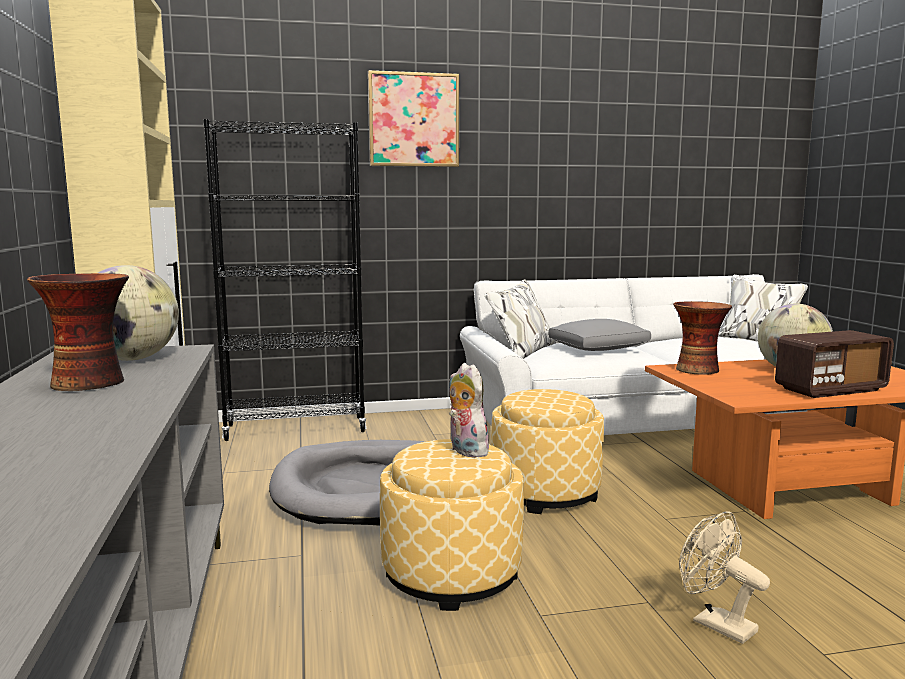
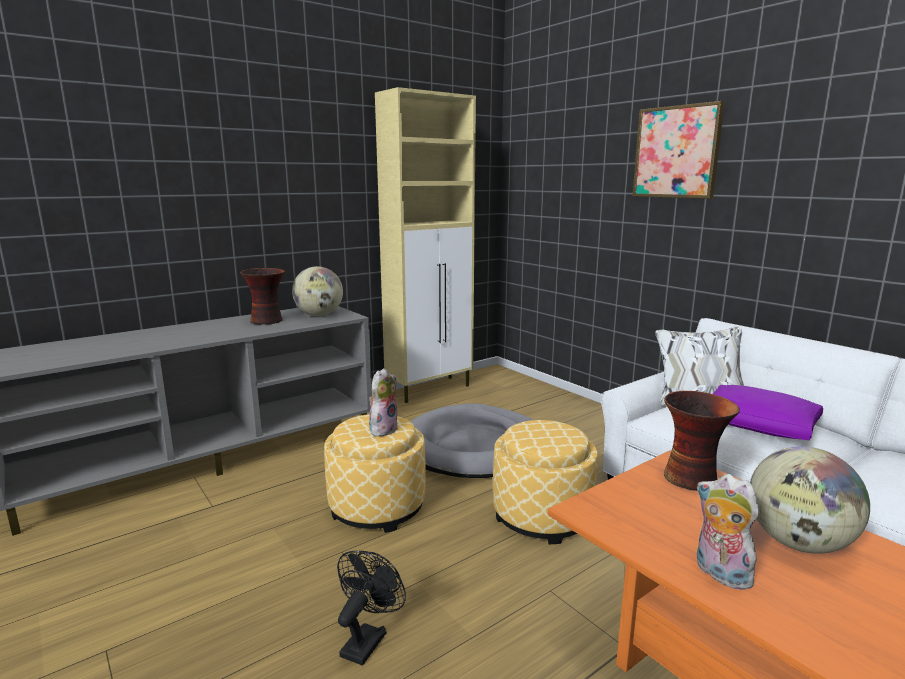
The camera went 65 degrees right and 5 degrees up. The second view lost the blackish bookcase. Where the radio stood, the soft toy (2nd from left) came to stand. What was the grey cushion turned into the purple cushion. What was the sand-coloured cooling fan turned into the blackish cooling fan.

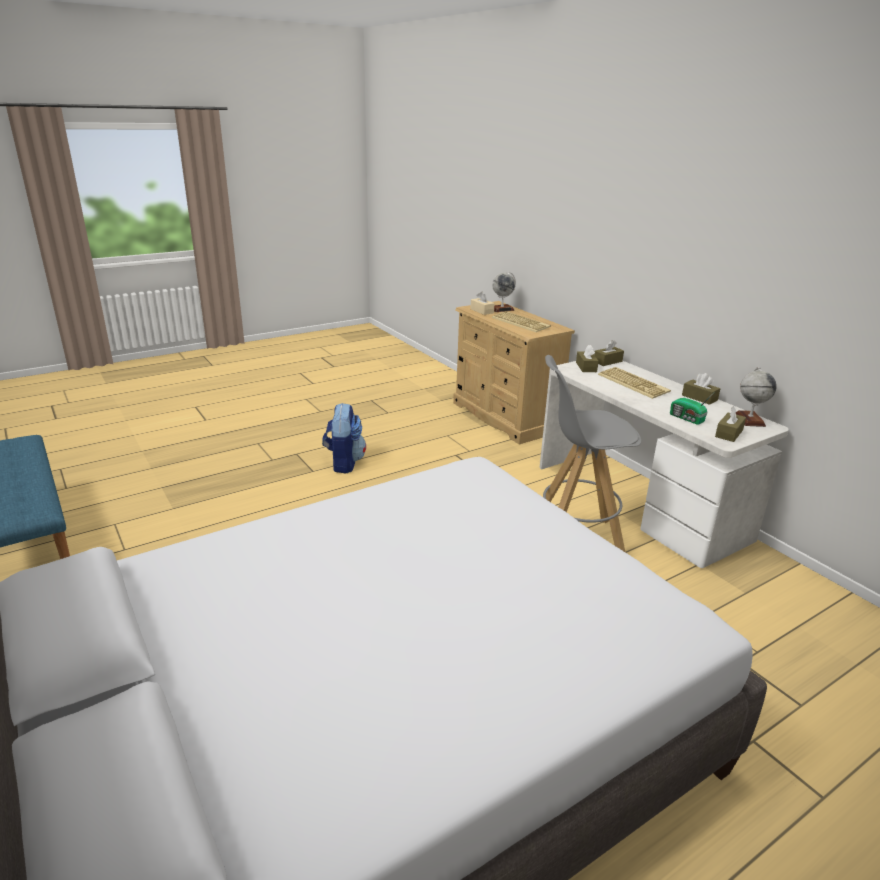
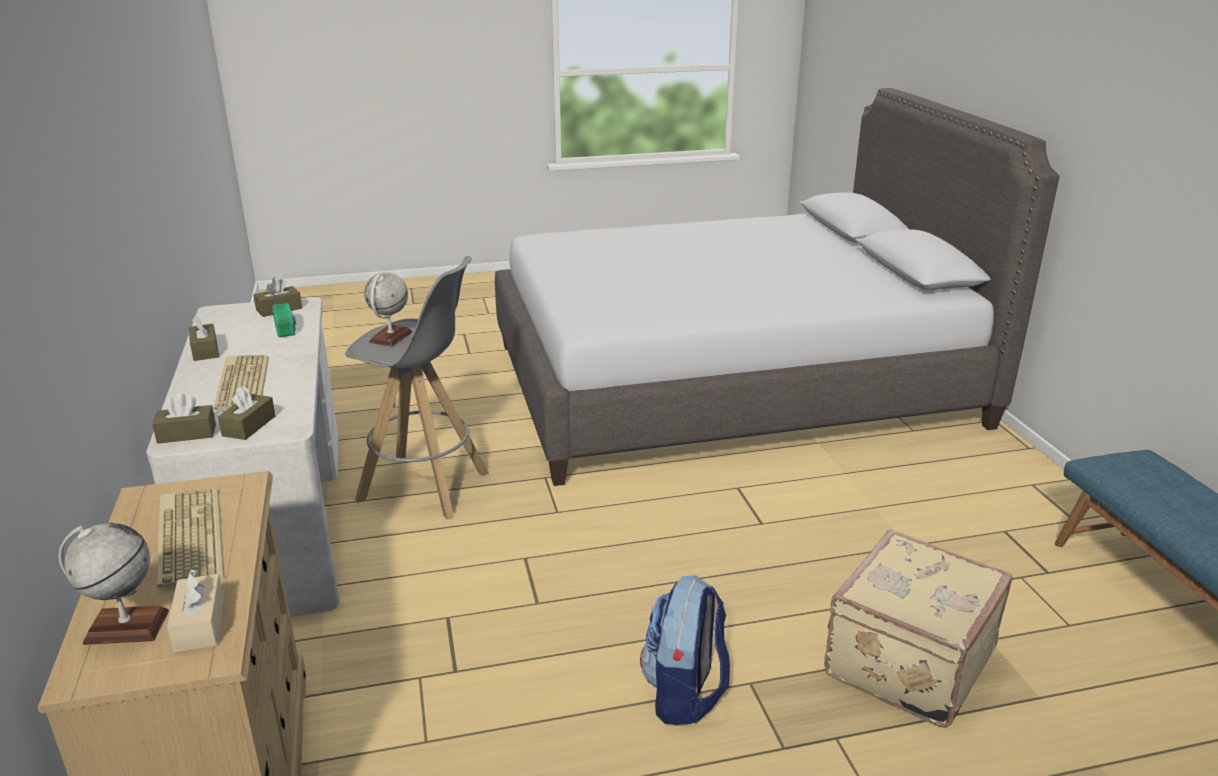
The camera went 160 degrees left and 0 degrees up. The second view gained the sand-coloured suitcase. The world globe (2nd from left) ended up elsewhere.

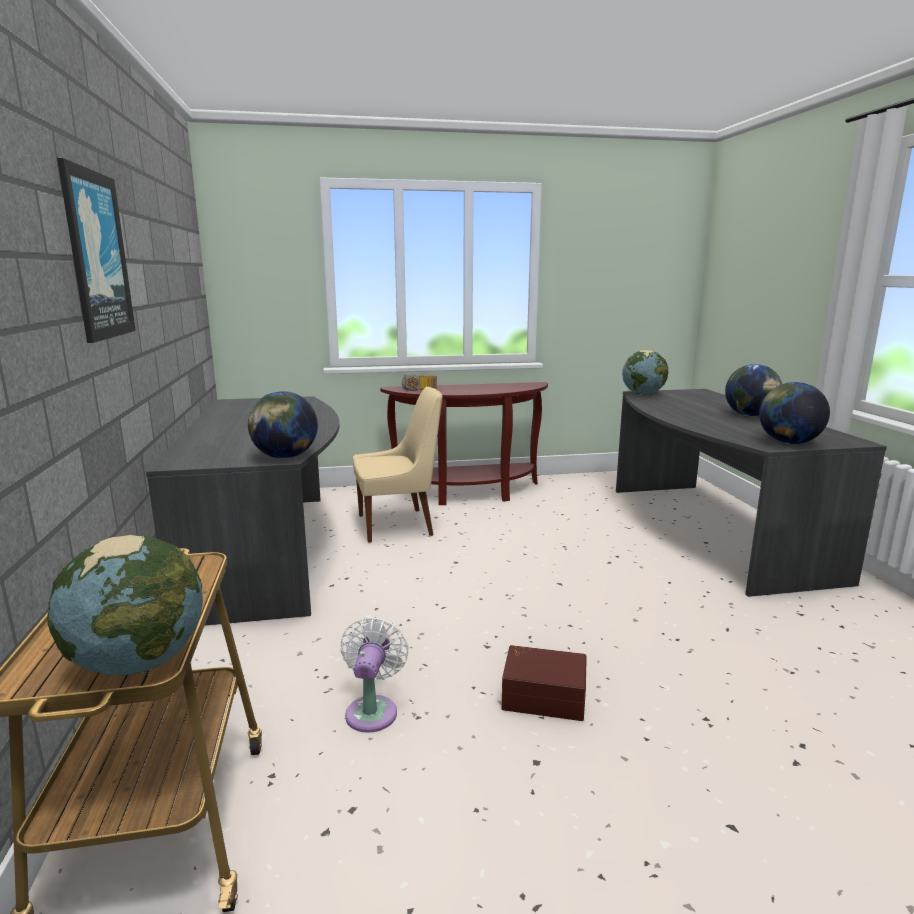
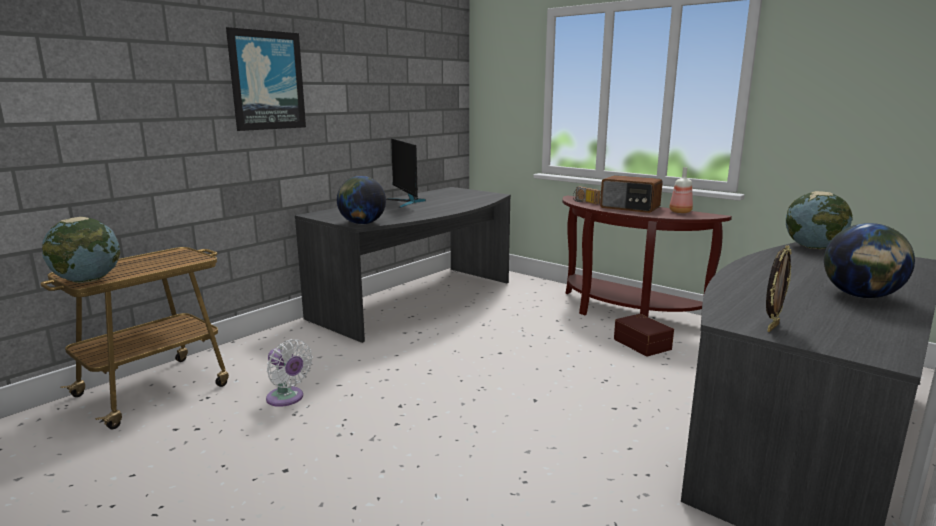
The camera went 50 degrees right and 0 degrees up. The second view lost the sand-coloured chair. The second view gained the computer display. The second view gained the radio (2nd from left). The second view gained the beverage bottle. The brownish storage container ended up elsewhere. Where the world globe (5th from left) stood, the picture frame came to stand. The white-coloured cooling fan ended up facing another way, 75 degrees clockwise from before.

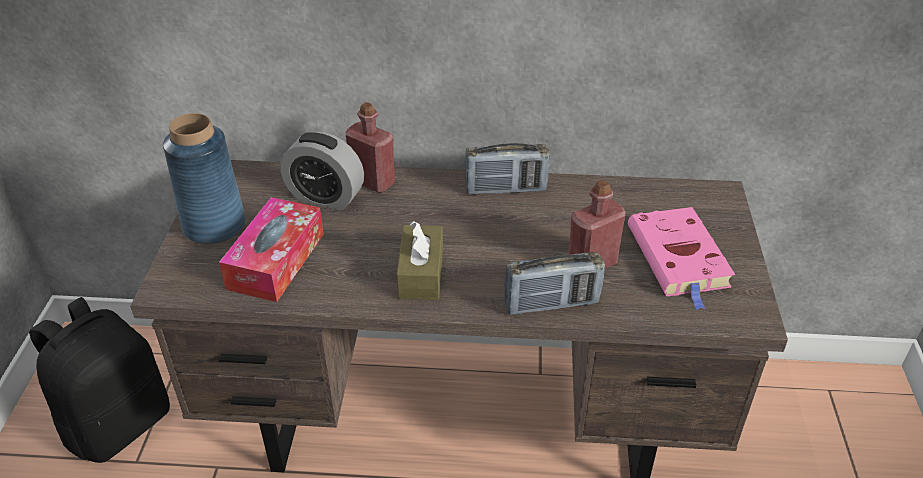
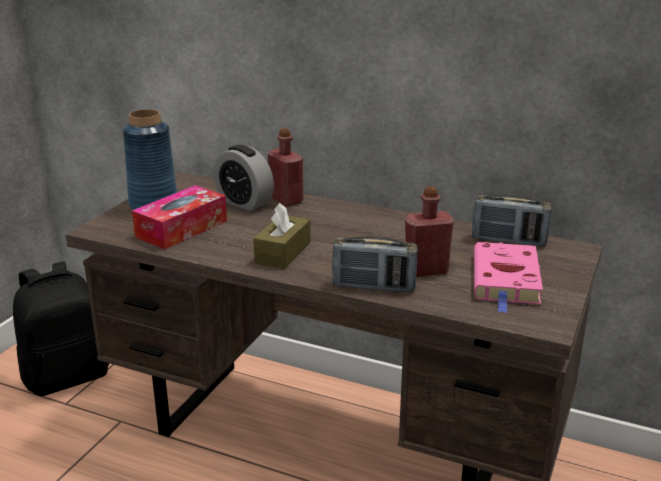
The camera went 20 degrees right and 15 degrees down. The radio (1st from left in the first image) ended up elsewhere.

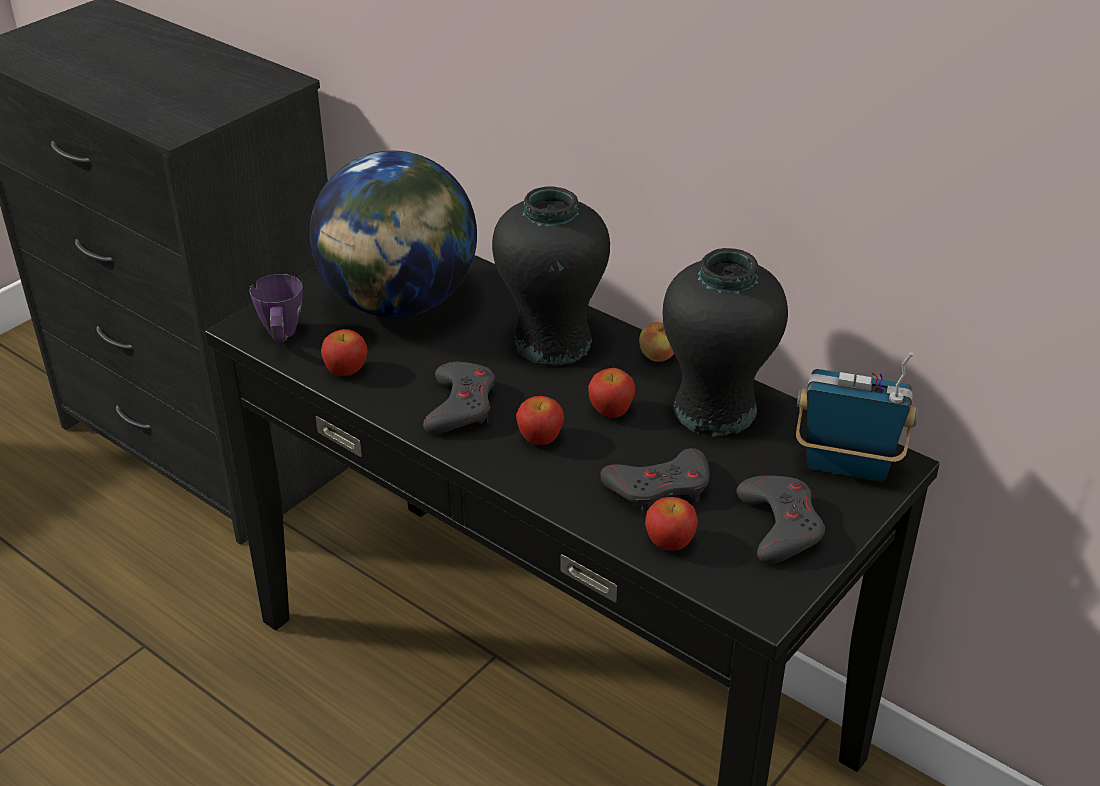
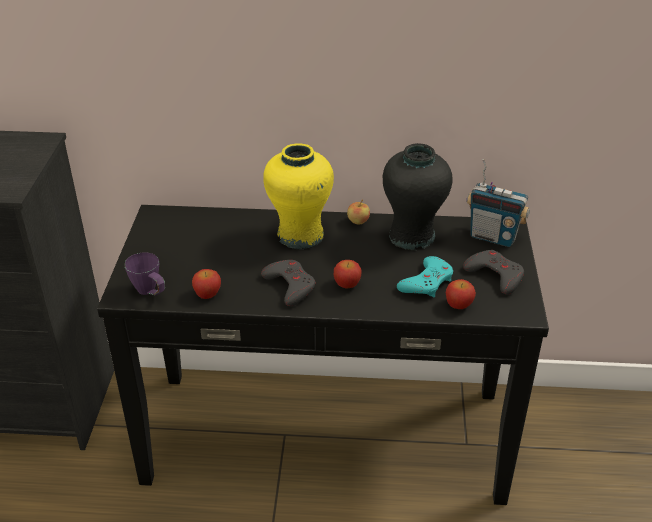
The camera went 35 degrees left and 0 degrees up. The second view lost the world globe. The second view lost the apple fruit (3rd from left). What was the blackish vase (1st from left) turned into the yellow vase. What was the grey gamepad (2nd from left) turned into the turquoise-coloured gamepad. The radio ended up facing another way, 135 degrees counterclockwise from before.

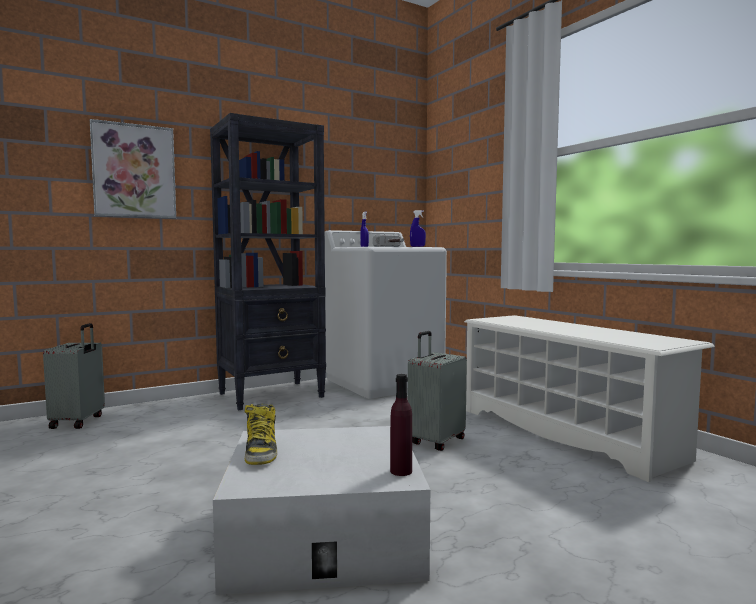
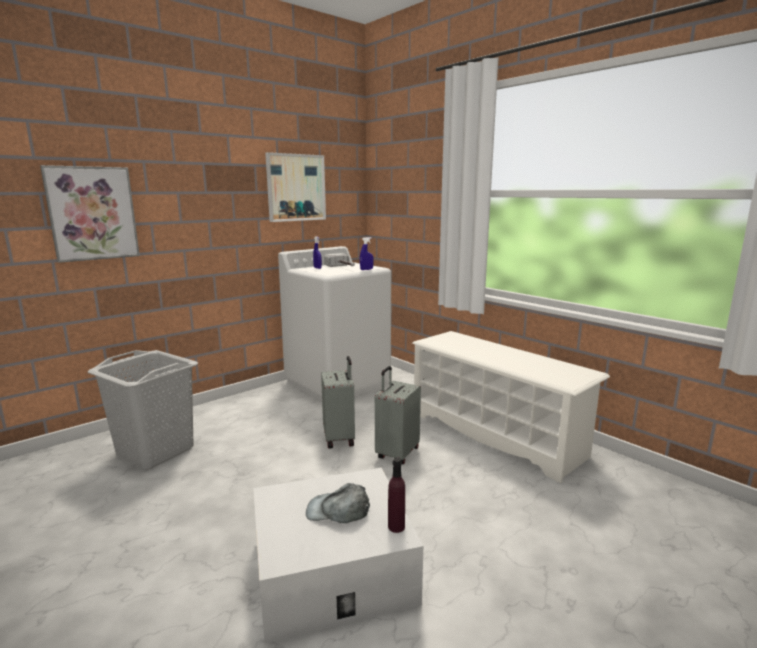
The camera went 10 degrees left and 10 degrees up. The second view lost the blackish bookcase. The second view lost the tall boot. The second view gained the grey washing basket. The second view gained the wall art (2nd from left). The second view gained the grey peaked cap. The grey suitcase (1st from left) ended up elsewhere.

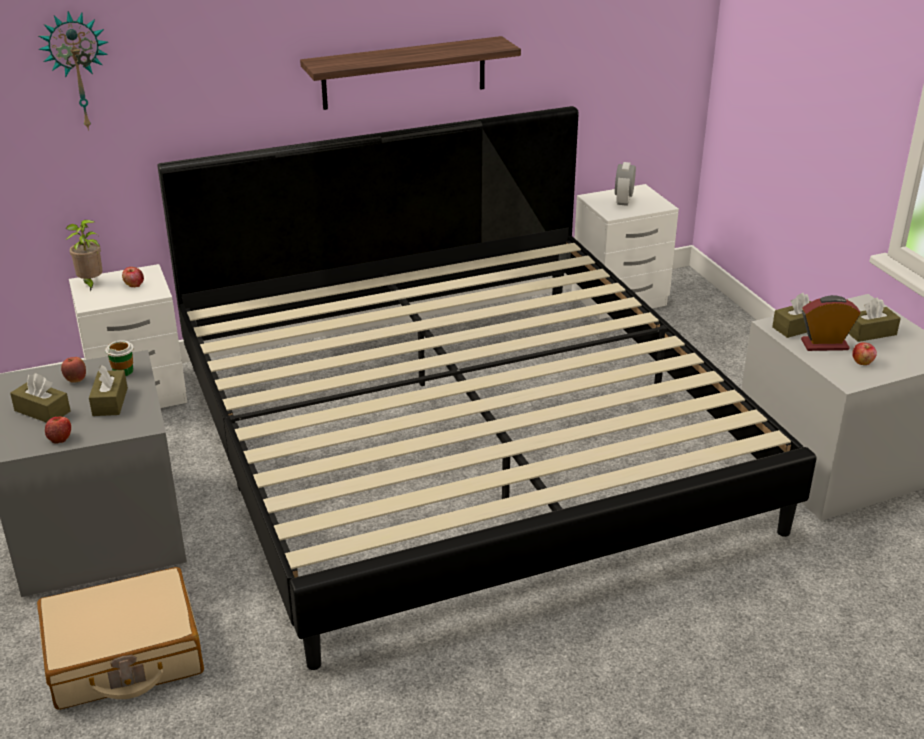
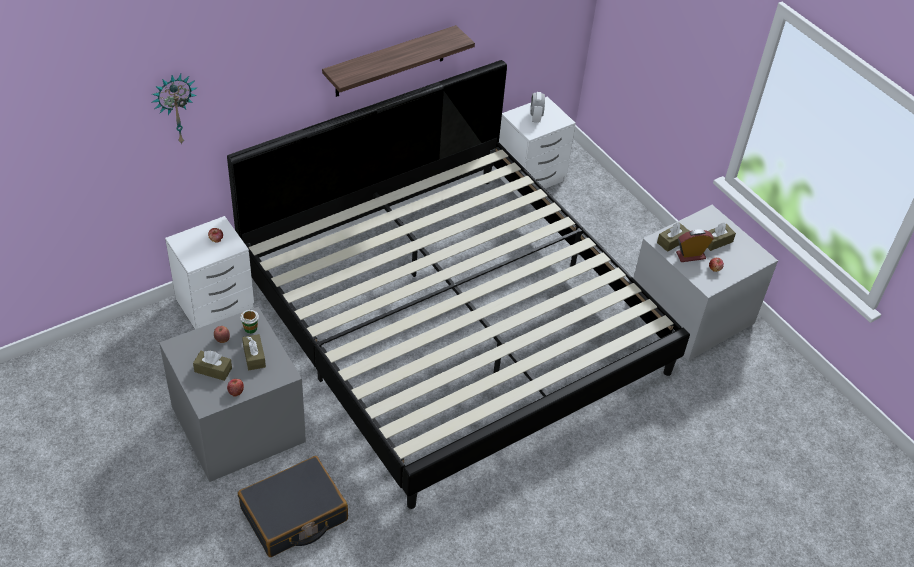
The camera went 15 degrees left and 15 degrees up. The second view lost the houseplant. What was the sand-coloured suitcase turned into the blackish suitcase.

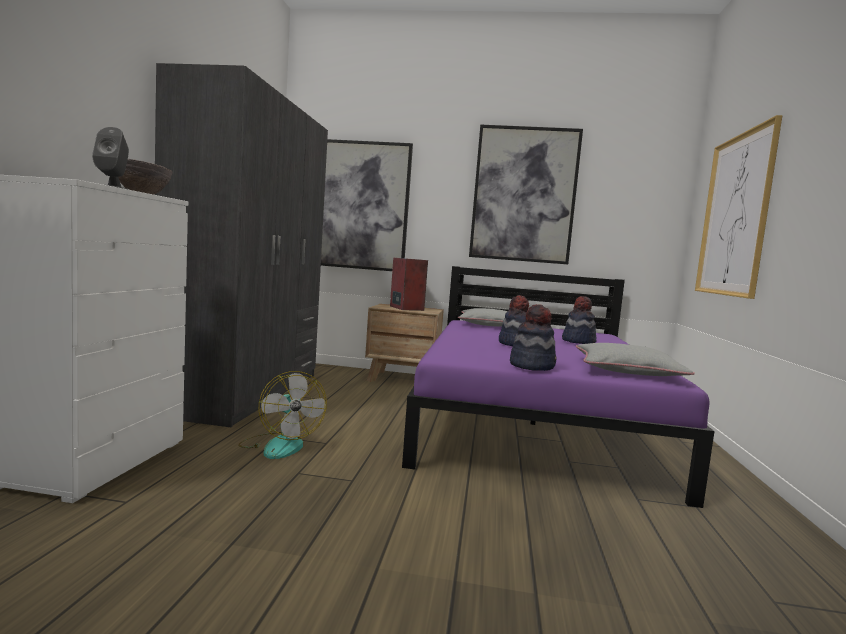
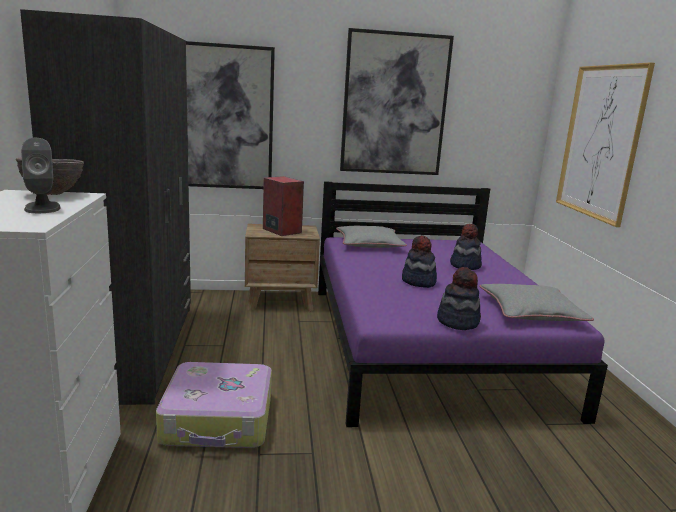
The camera went 15 degrees left and 10 degrees up. Where the cooling fan stood, the suitcase came to stand.

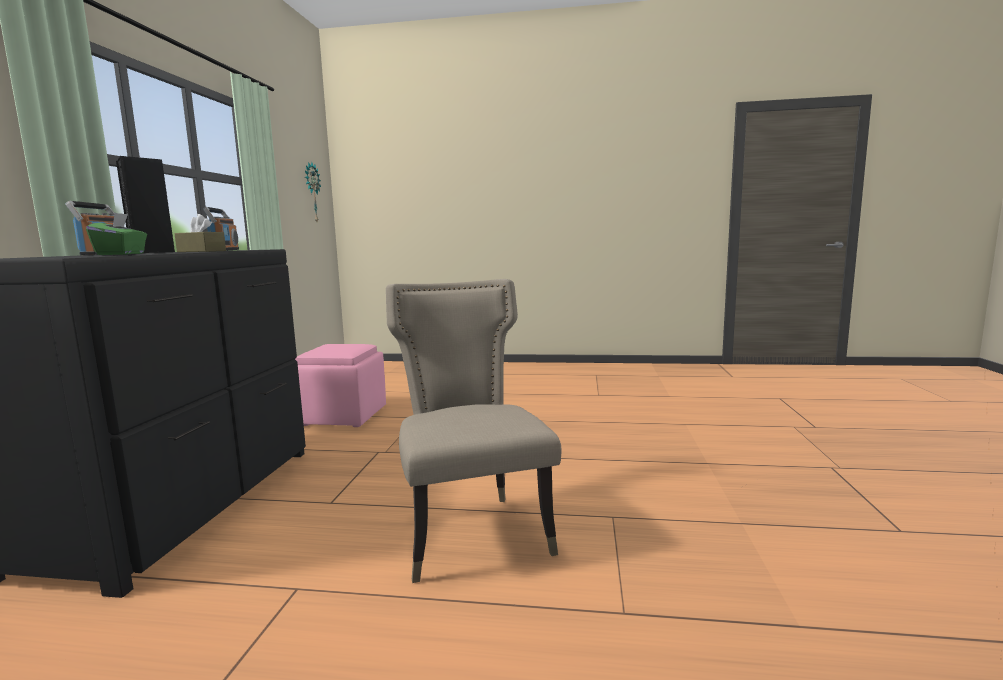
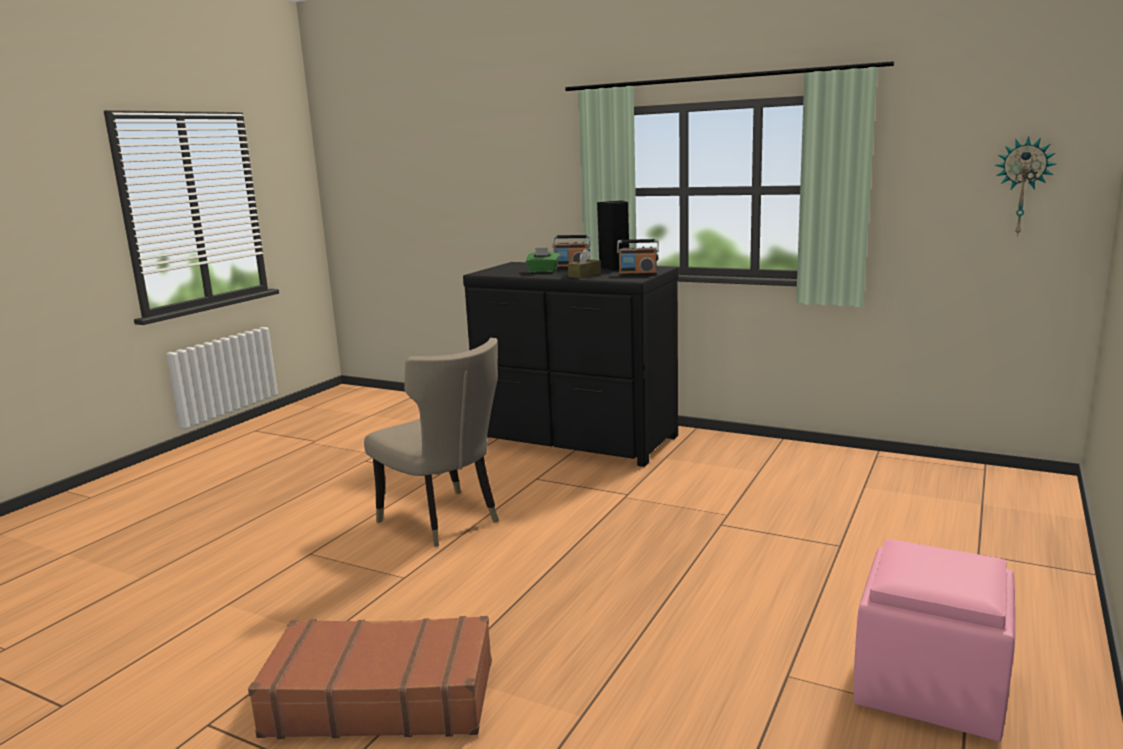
The camera went 110 degrees right and 5 degrees up. The second view gained the brownish suitcase. The pink footrest ended up elsewhere. The sand-coloured chair ended up facing another way, 45 degrees clockwise from before.

